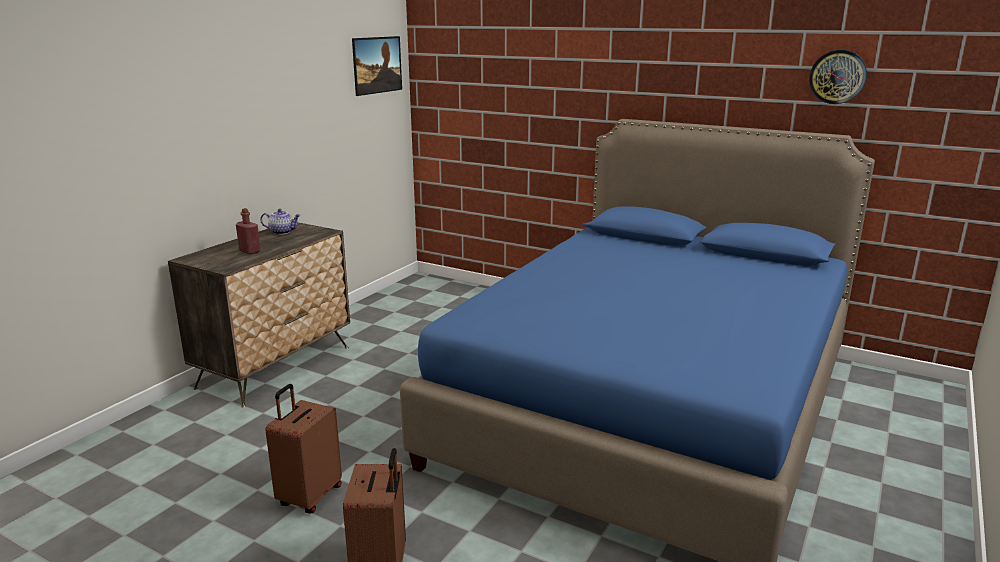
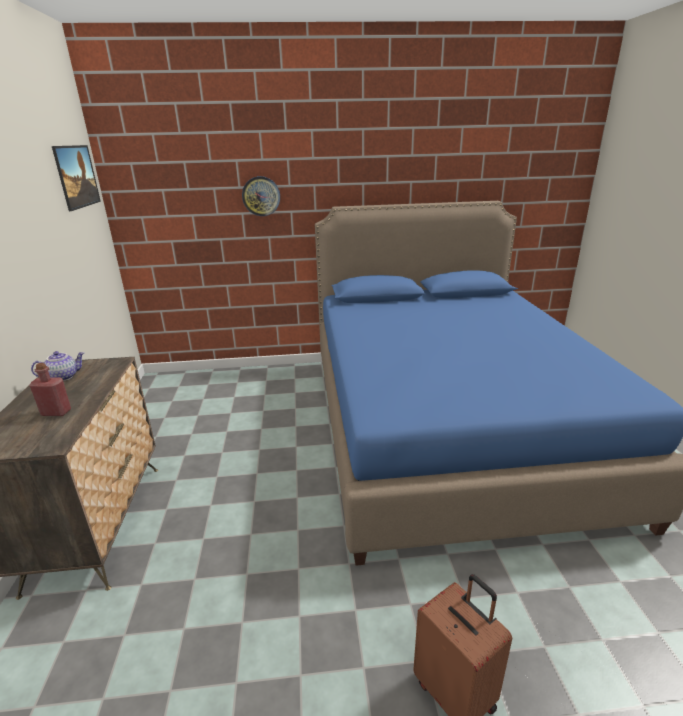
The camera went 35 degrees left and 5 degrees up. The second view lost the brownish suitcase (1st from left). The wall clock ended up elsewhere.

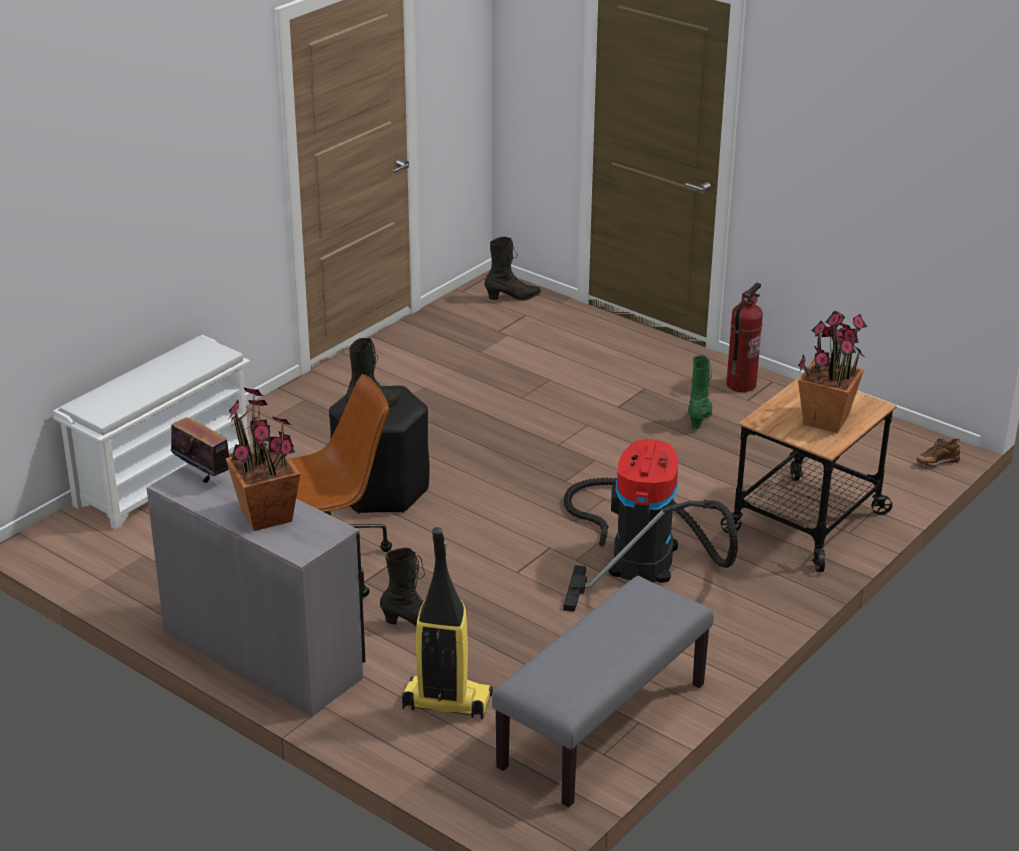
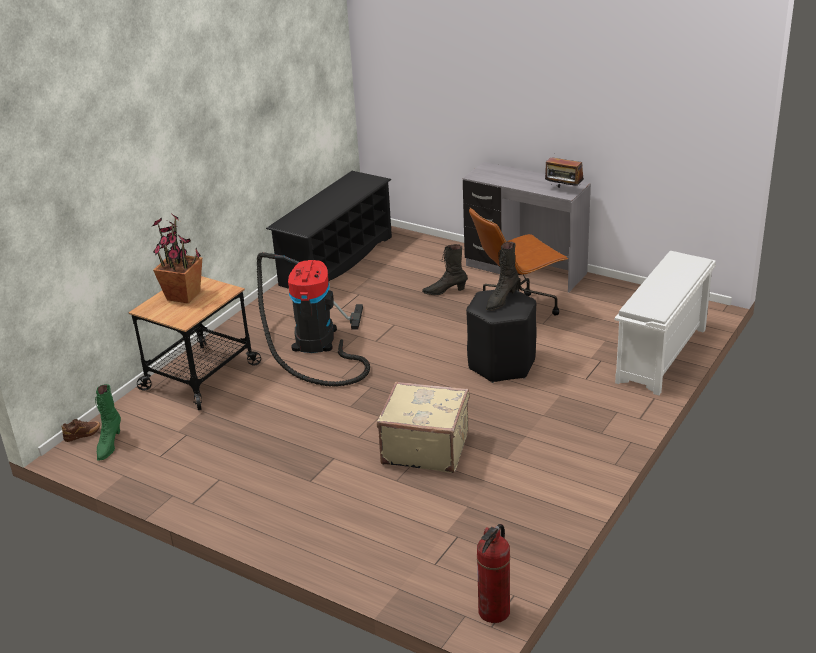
The camera went 175 degrees right and 0 degrees up. The second view lost the houseplant (1st from left). The second view lost the hoover (1st from left). The second view lost the blackish tall boot (3rd from left). The second view gained the sand-coloured suitcase. The green tall boot ended up elsewhere. The extinguisher ended up elsewhere. Where the grey bench stood, the blackish shoe rack came to stand.

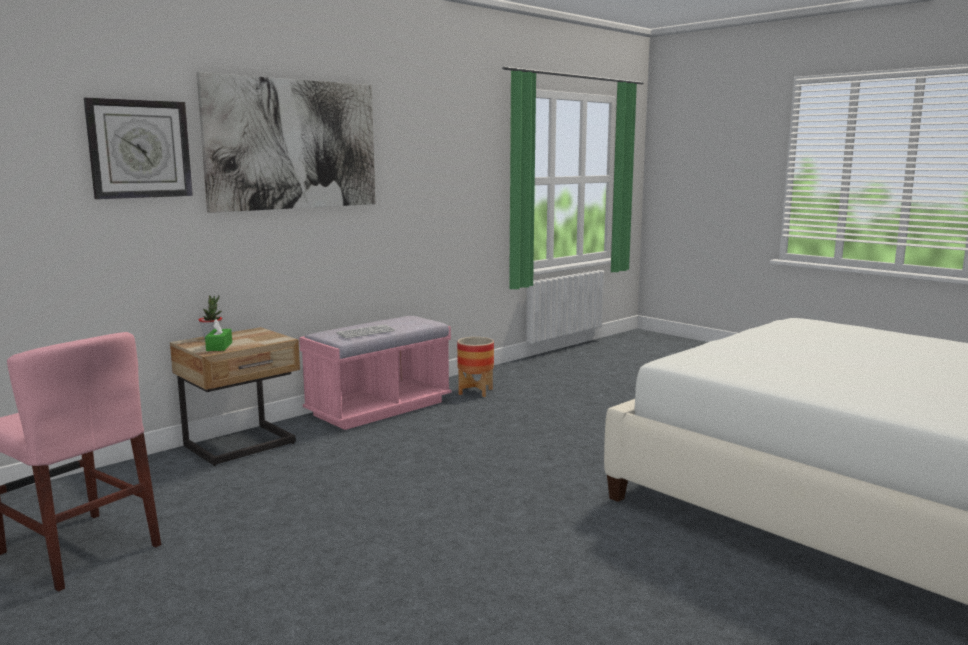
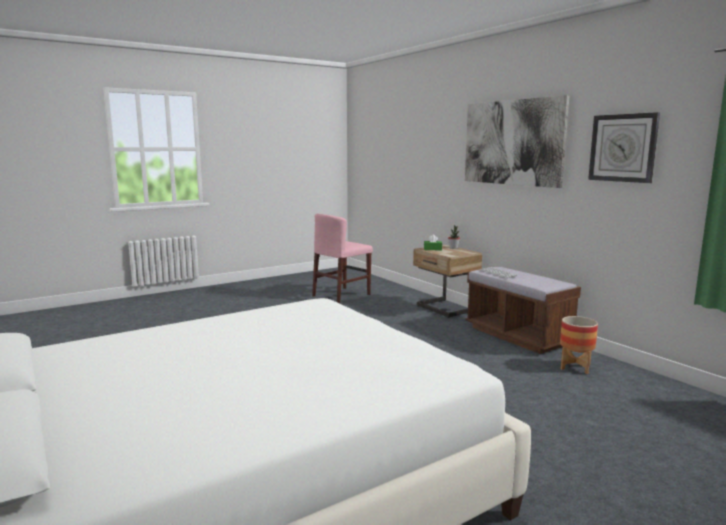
The camera went 100 degrees right and 0 degrees up. The wall clock ended up elsewhere. What was the pink bench turned into the brownish bench.

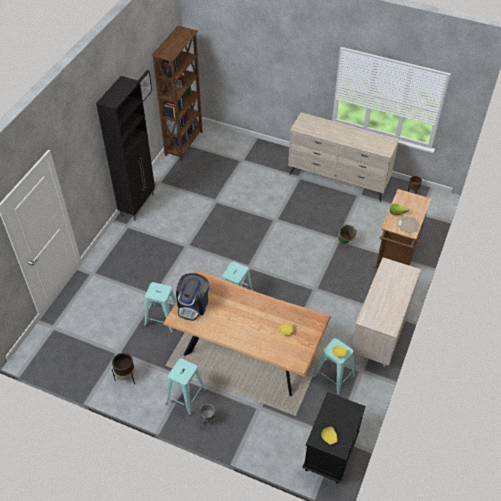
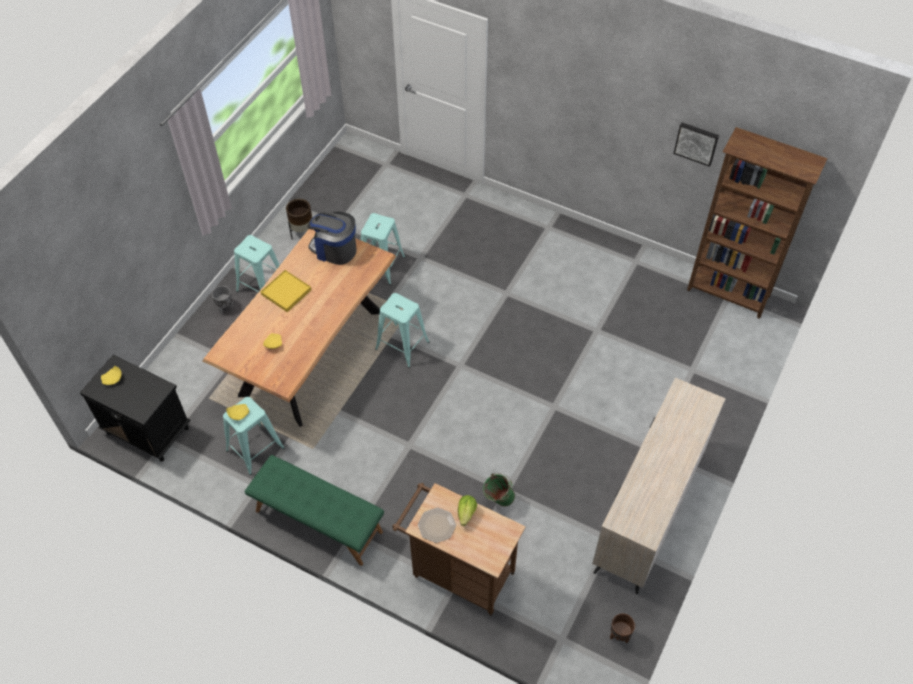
The camera went 95 degrees right and 5 degrees up. The second view lost the blackish cupboard. The second view gained the yellow serving tray. Where the sand-coloured dresser (2nd from left) stood, the green bench came to stand.

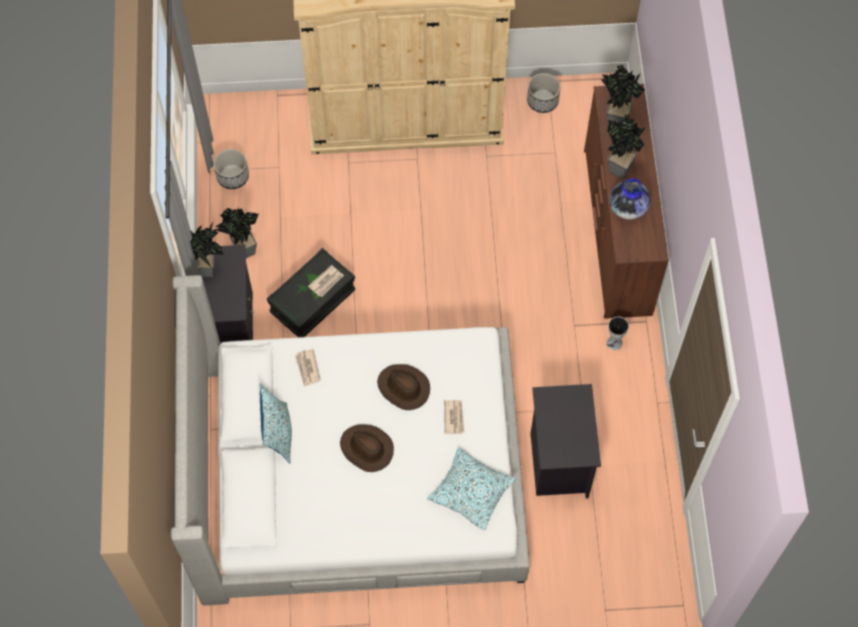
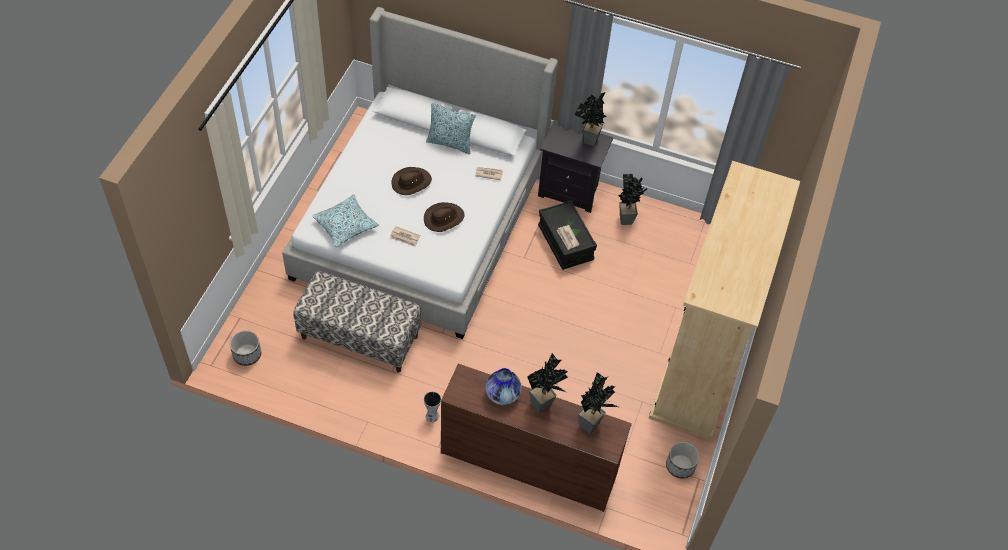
The camera went 110 degrees right and 10 degrees down. The planter (1st from left) ended up elsewhere. Where the blackish nightstand (2nd from left) stood, the bench came to stand.

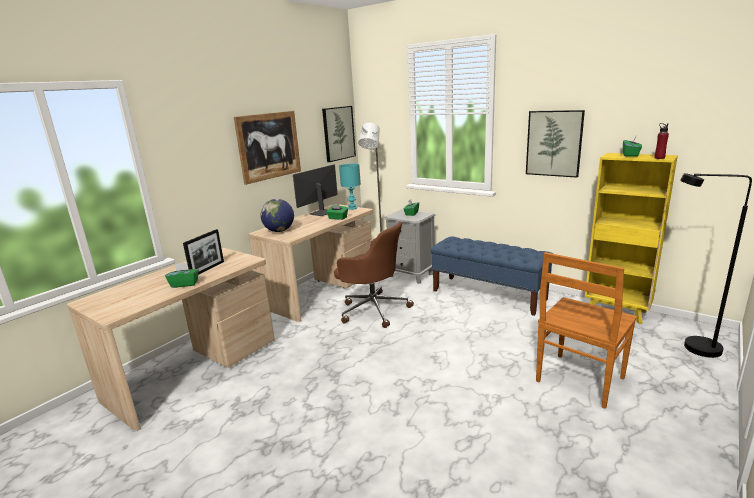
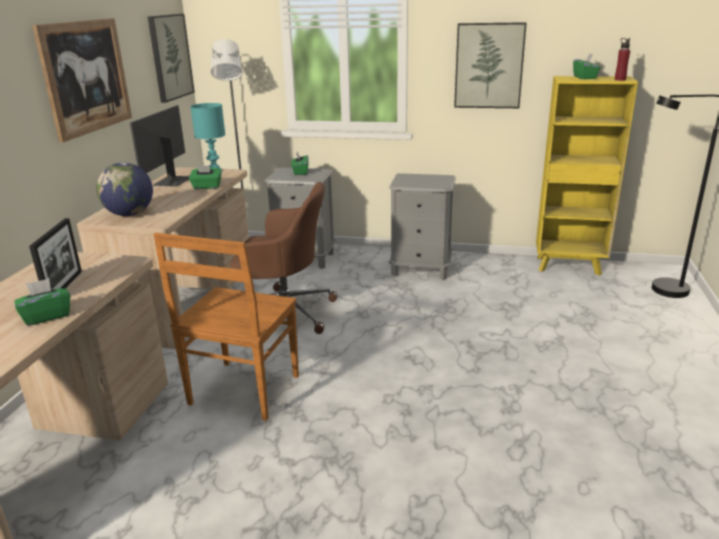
The camera went 25 degrees left and 5 degrees up. The brownish chair ended up elsewhere. Where the blue-coloured bench stood, the grey nightstand (2nd from left) came to stand.

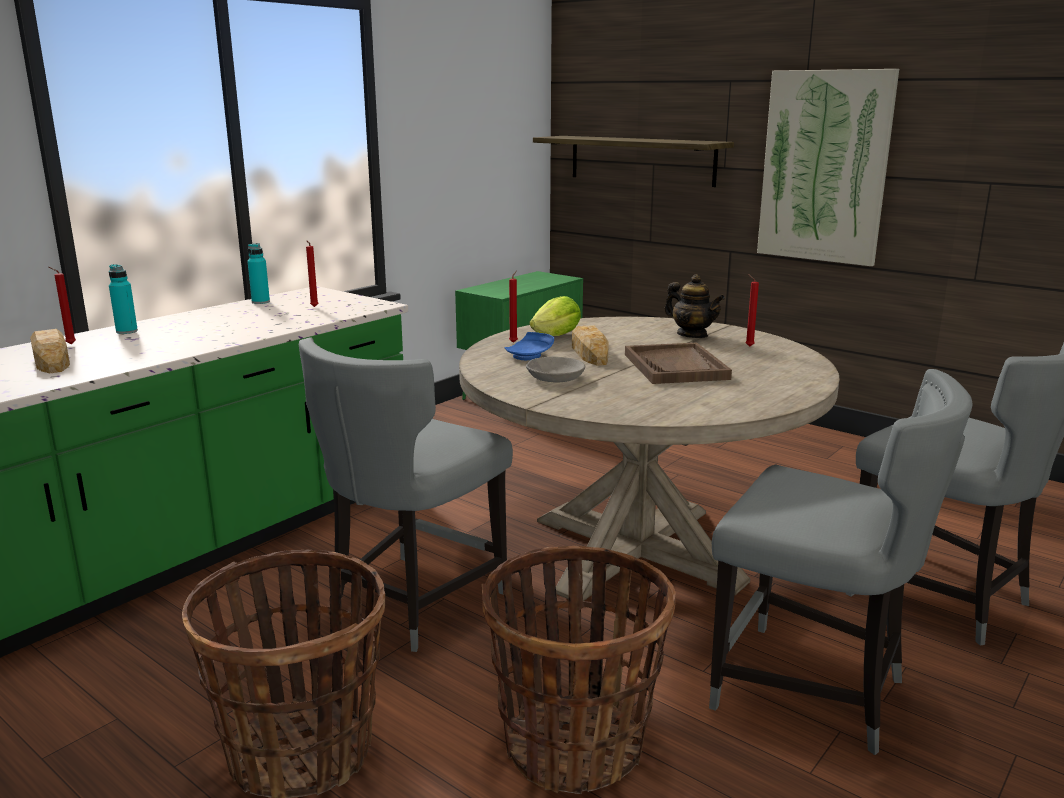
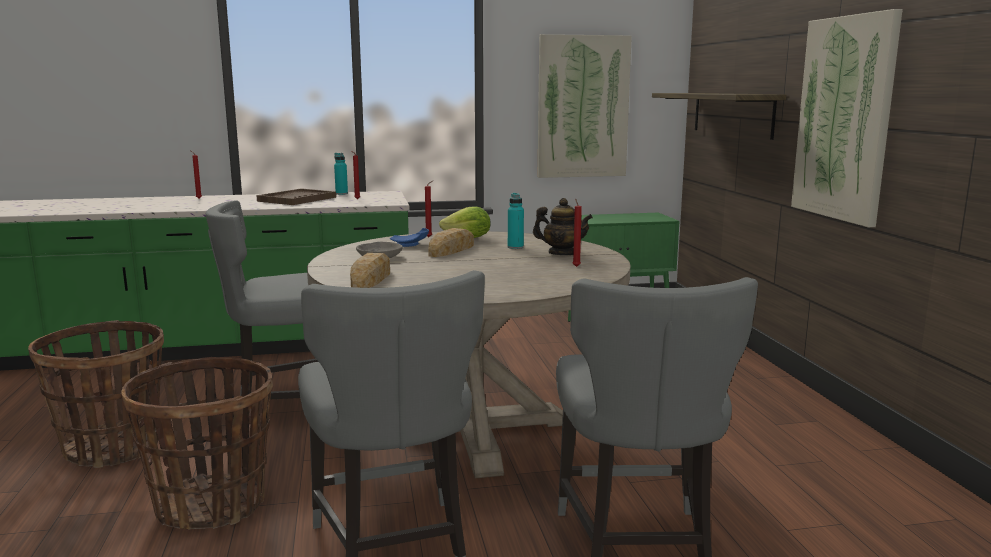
The camera went 40 degrees right and 5 degrees down. The second view gained the wall art (1st from left). The bread (1st from left) ended up elsewhere. The turquoise-coloured beverage bottle (1st from left in the first image) ended up elsewhere. The brownish serving tray ended up elsewhere. The pot for tea ended up facing another way, 60 degrees counterclockwise from before.

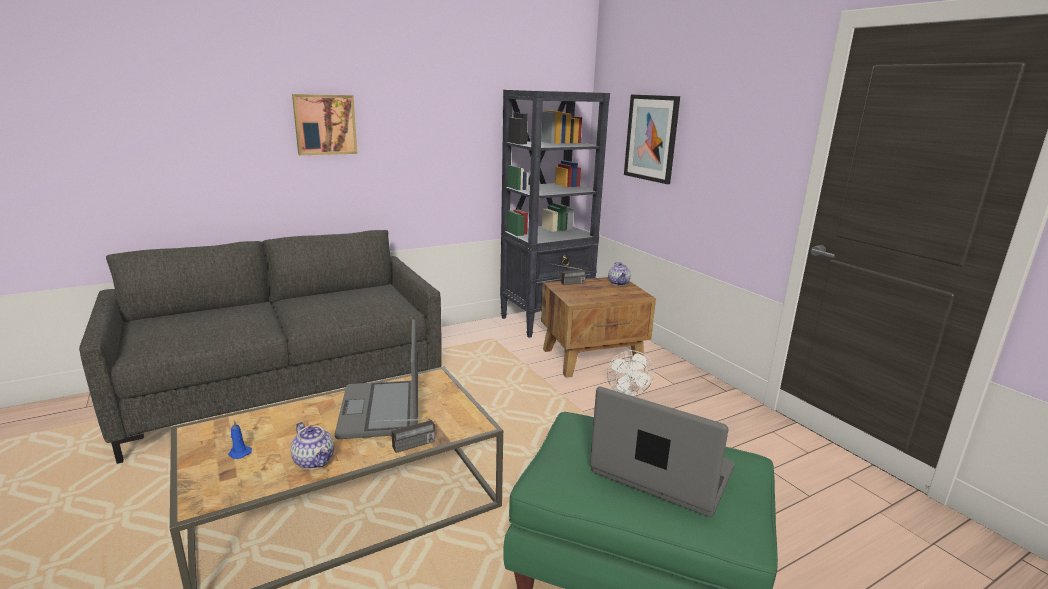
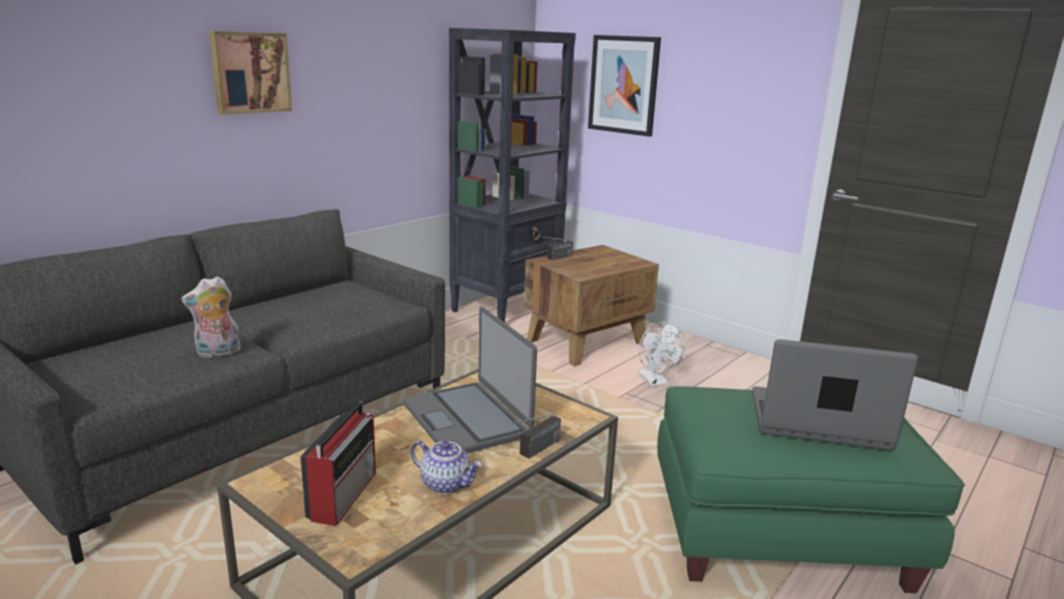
The camera went 20 degrees left and 0 degrees up. The second view lost the pot for tea (2nd from left). The second view gained the soft toy. Where the blue-coloured wax candle stood, the radio (1st from left) came to stand.

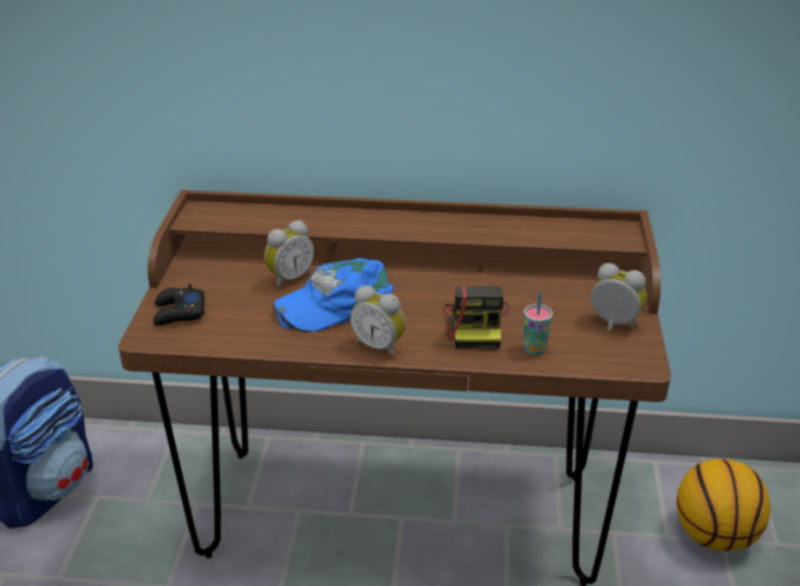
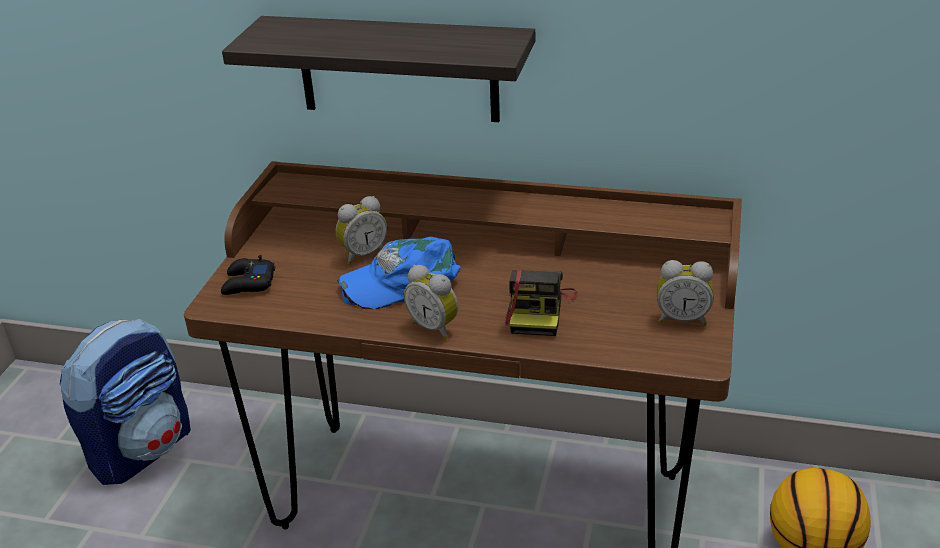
The camera went 10 degrees right and 0 degrees up. The second view lost the small cup. The second view gained the wall shelf. The bedside clock (3rd from left) ended up facing another way, 150 degrees clockwise from before.

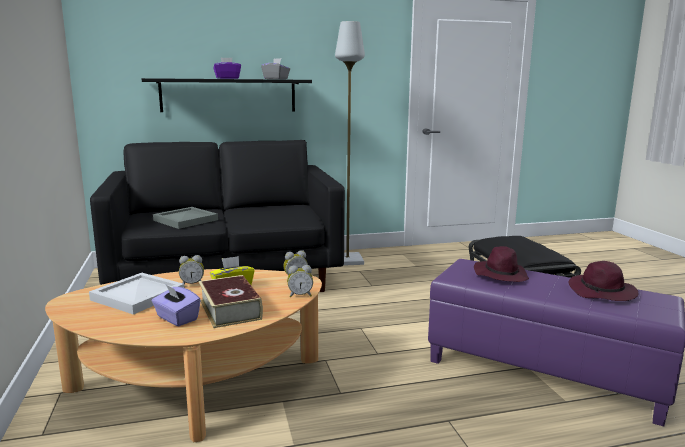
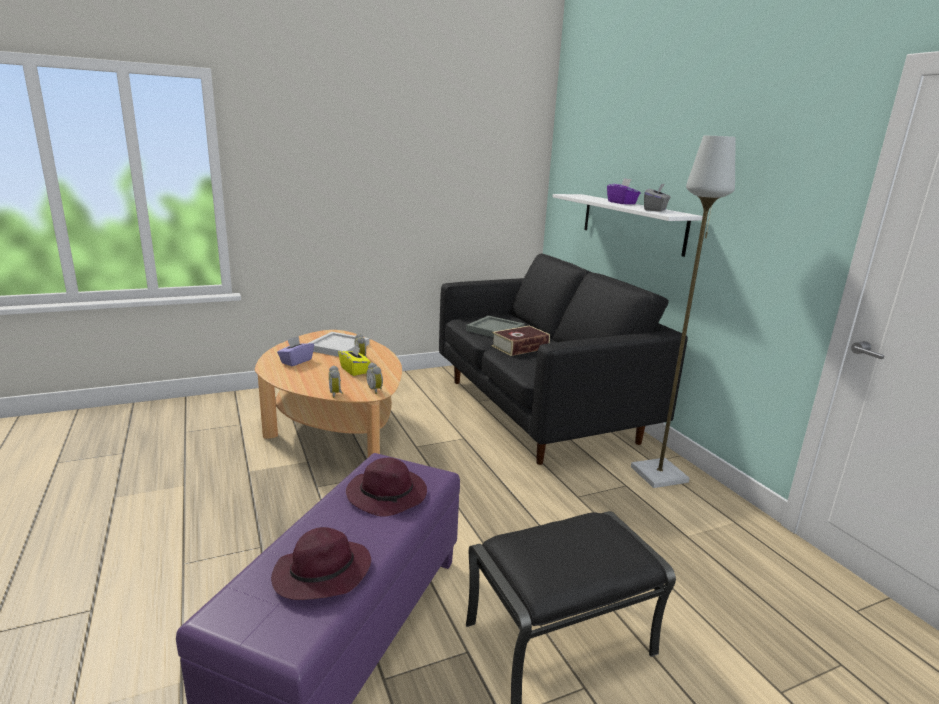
The camera went 80 degrees right and 5 degrees up. The bound book ended up elsewhere. What was the blackish wall shelf turned into the white-coloured wall shelf.

